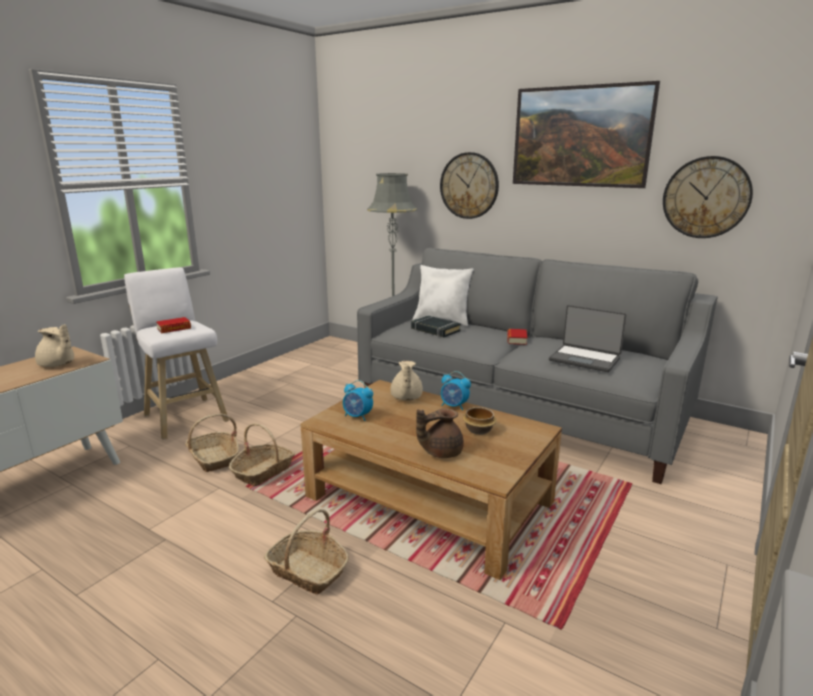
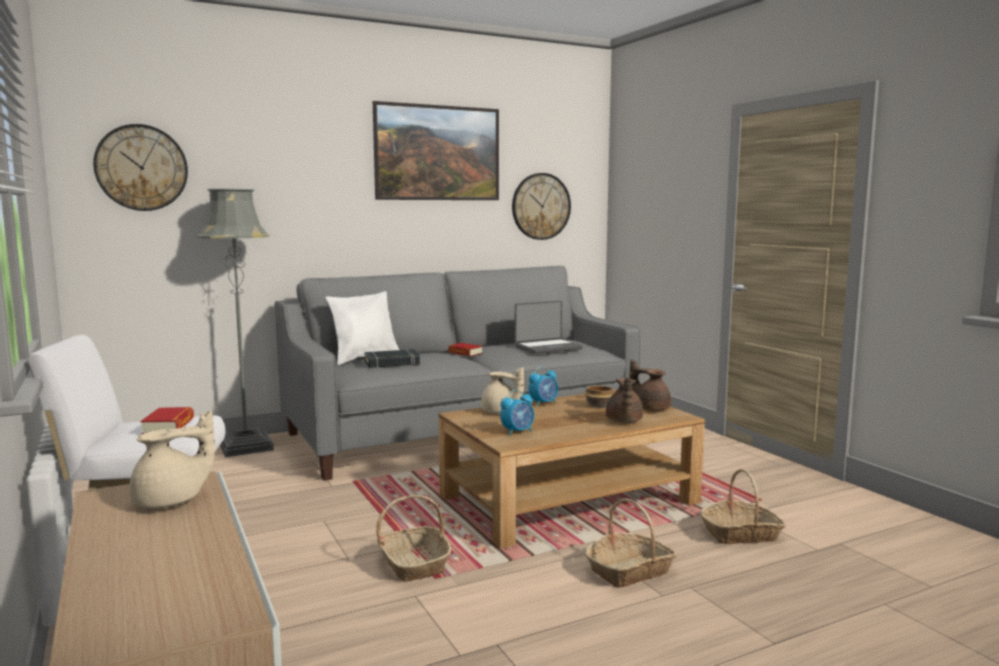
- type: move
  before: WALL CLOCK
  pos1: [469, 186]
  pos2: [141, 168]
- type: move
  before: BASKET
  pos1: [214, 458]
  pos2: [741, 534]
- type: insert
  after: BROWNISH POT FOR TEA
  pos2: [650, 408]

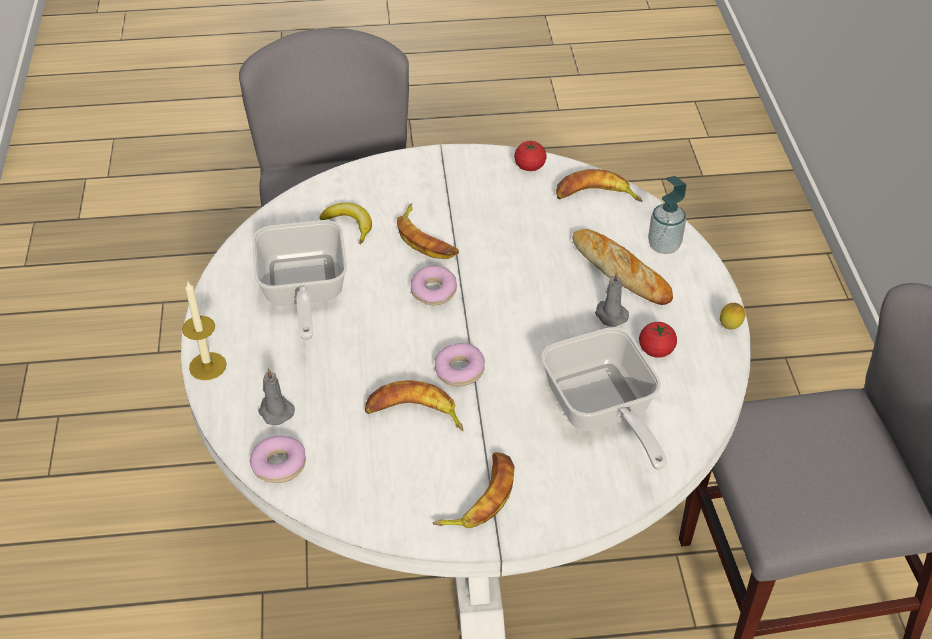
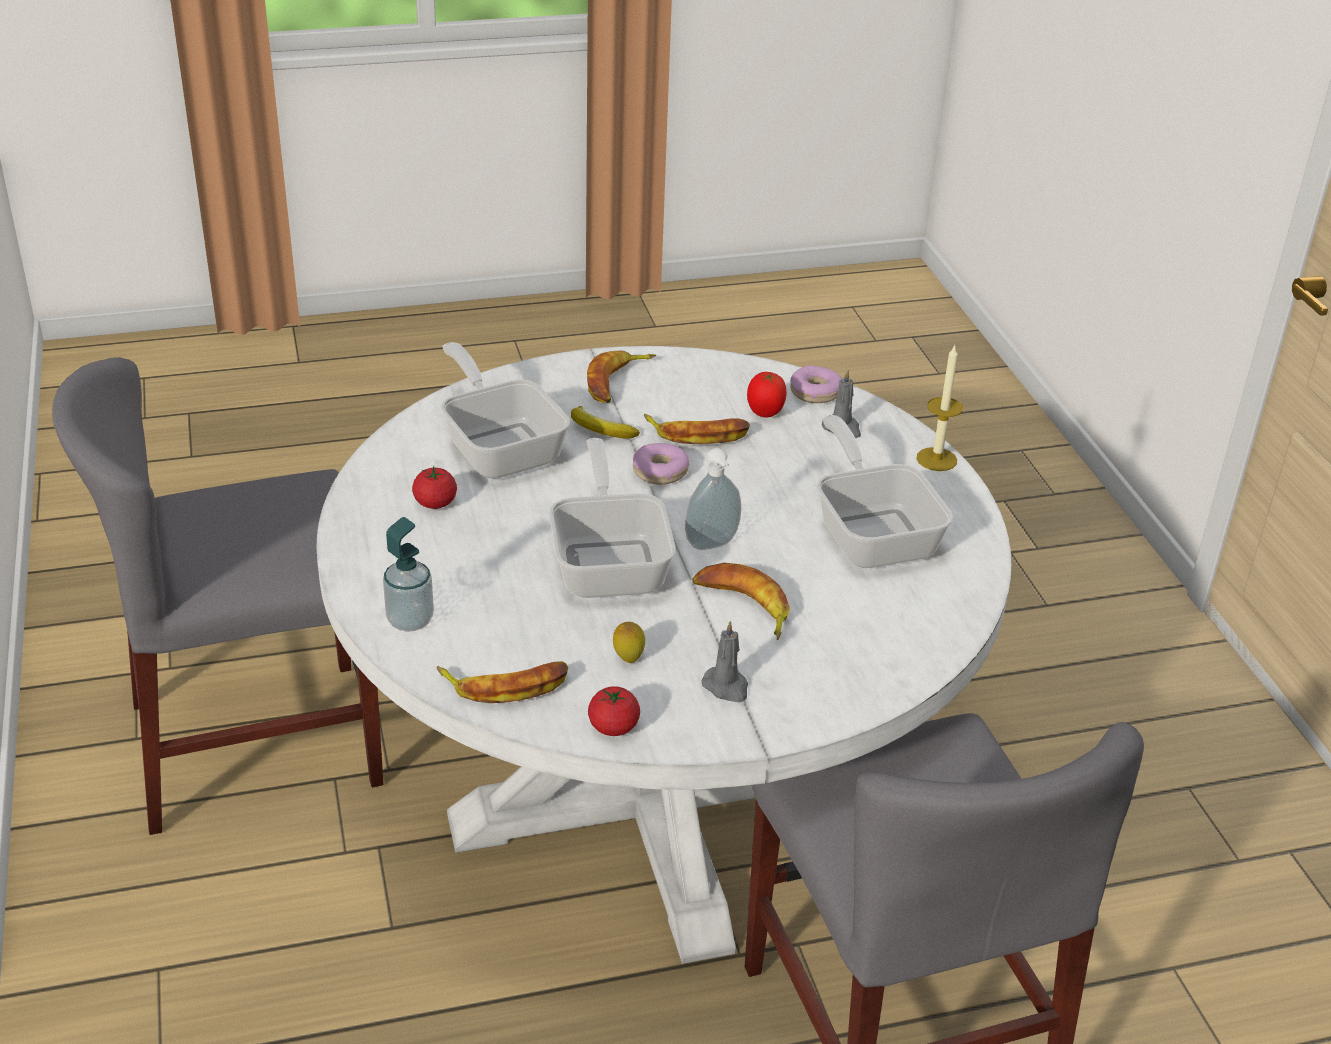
- type: move
  before: BANANA FRUIT
  pos1: [350, 225]
  pos2: [600, 430]
- type: delete
  before: BAKERY BREAD
  pos1: [620, 271]
- type: replace
  before: DONUT
  after: SOAP BOTTLE
  pos1: [433, 291]
  pos2: [713, 545]
- type: move
  before: GRAY CANDLE
  pos1: [610, 314]
  pos2: [726, 687]
- type: move
  before: LEMON
  pos1: [729, 328]
  pos2: [628, 658]
- type: insert
  after: WHOLE TOMATO
  pos2: [765, 414]
- type: insert
  after: FRYING PAN
  pos2: [610, 562]

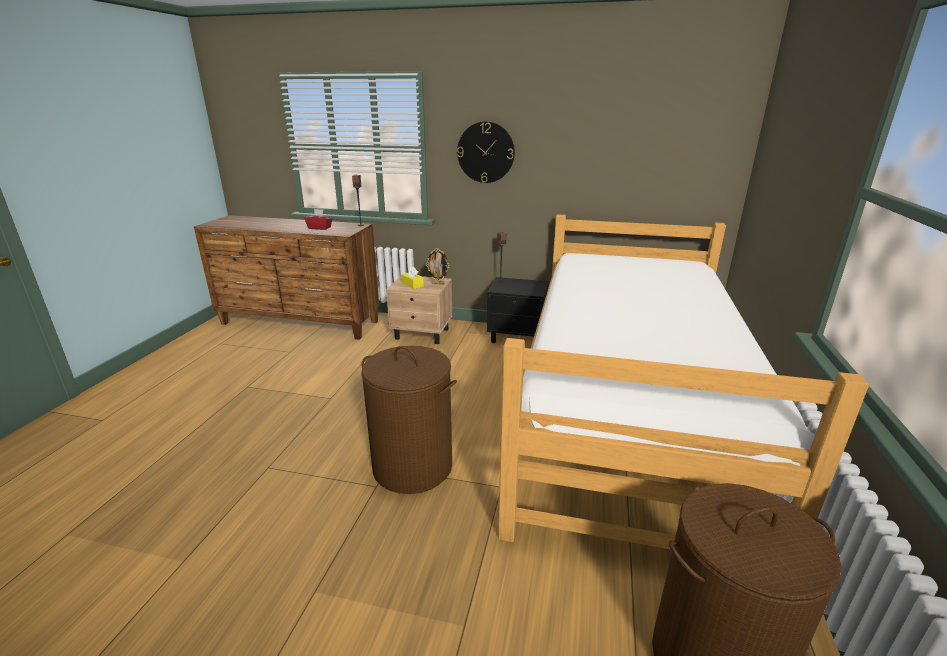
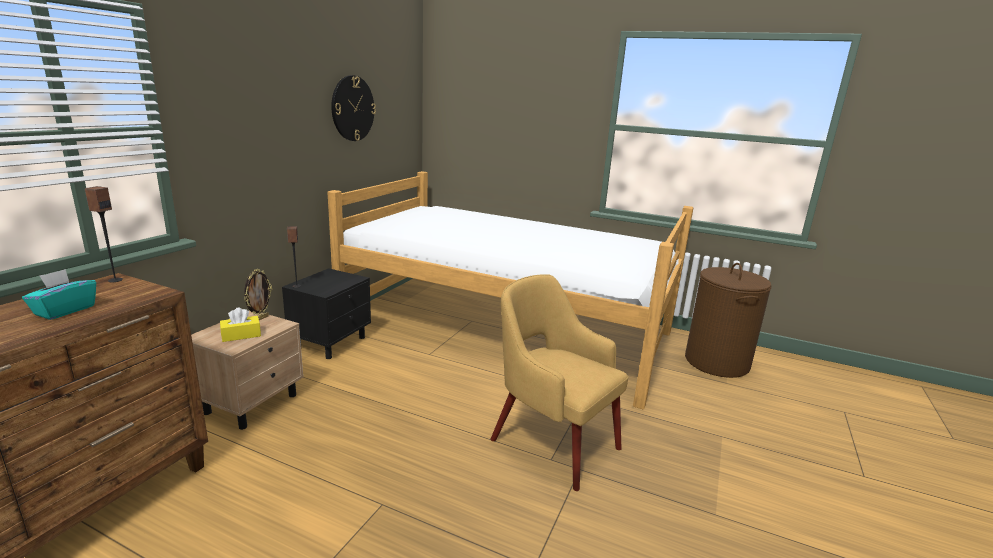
- type: move
  before: WALL CLOCK
  pos1: [485, 152]
  pos2: [352, 108]
- type: recolor
  before: REDDISH TISSUE HOLDER
  after: TURQUOISE TISSUE HOLDER
  pos1: [319, 228]
  pos2: [64, 310]
- type: replace
  before: BROWNISH WASHING BASKET
  after: YELLOW EASY CHAIR
  pos1: [413, 466]
  pos2: [551, 442]

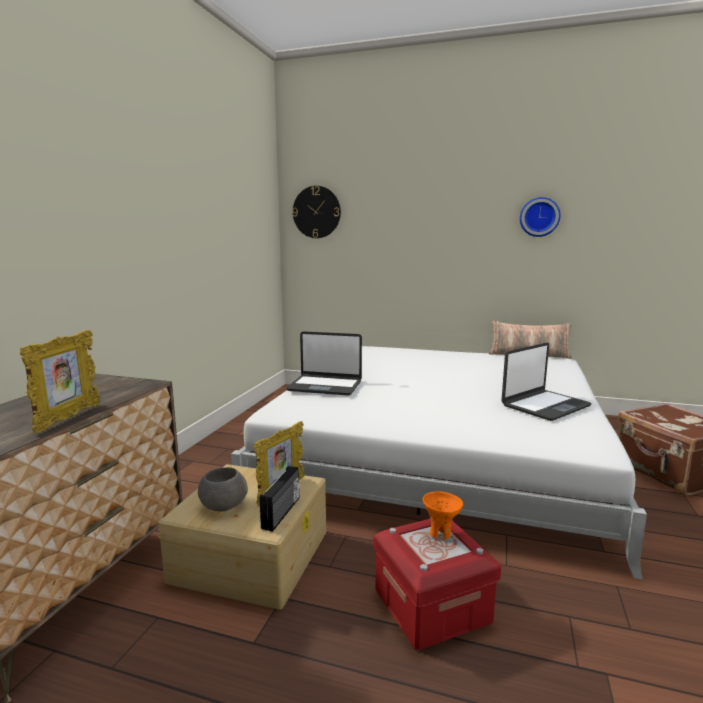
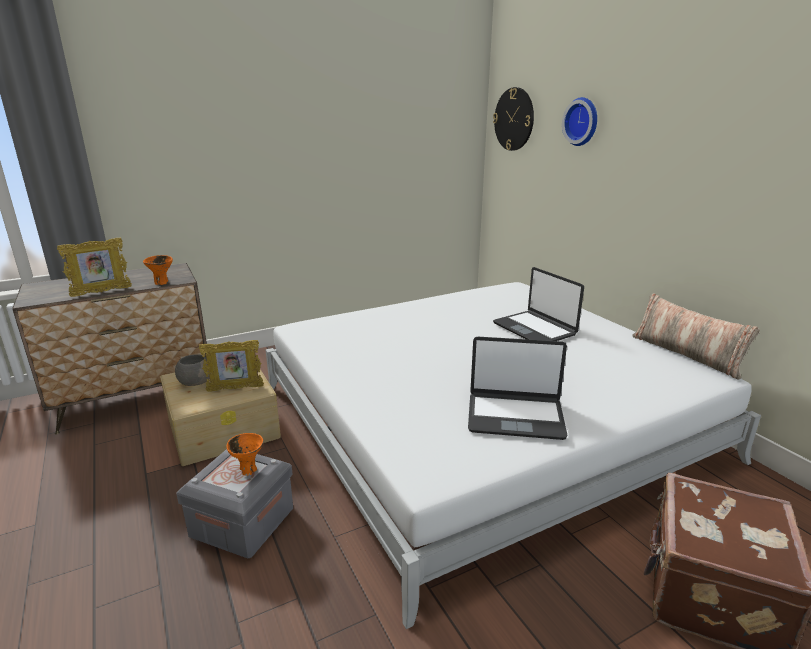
- type: move
  before: WALL CLOCK
  pos1: [539, 217]
  pos2: [582, 121]
- type: move
  before: PORTABLE COMPUTER
  pos1: [325, 386]
  pos2: [535, 329]
- type: delete
  before: RADIO SET
  pos1: [282, 513]
- type: recolor
  before: REDDISH STORAGE BIN
  after: GRAY STORAGE BIN
  pos1: [431, 606]
  pos2: [242, 522]
- type: insert
  after: ORANGE-COLOURED SERVING BOWL
  pos2: [162, 282]

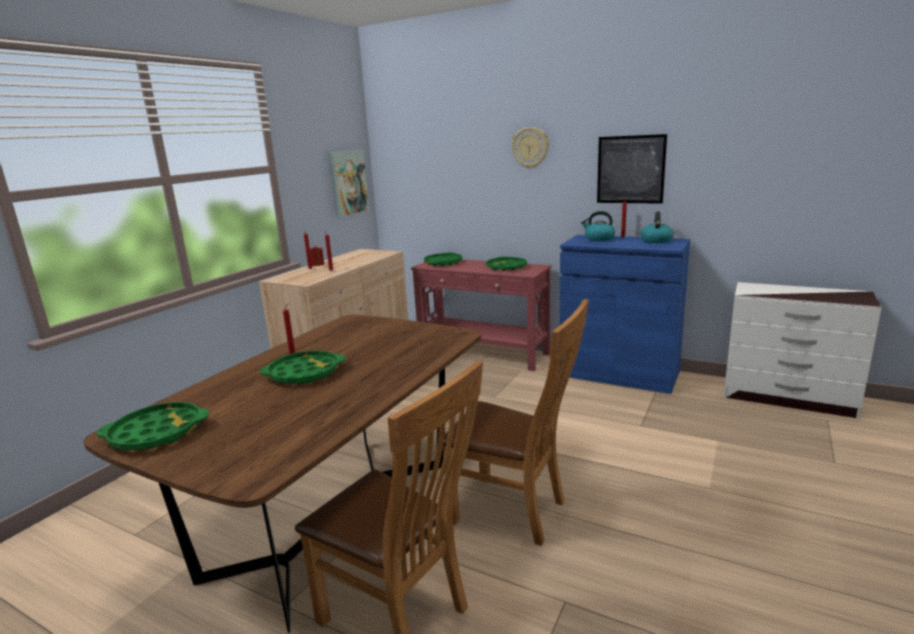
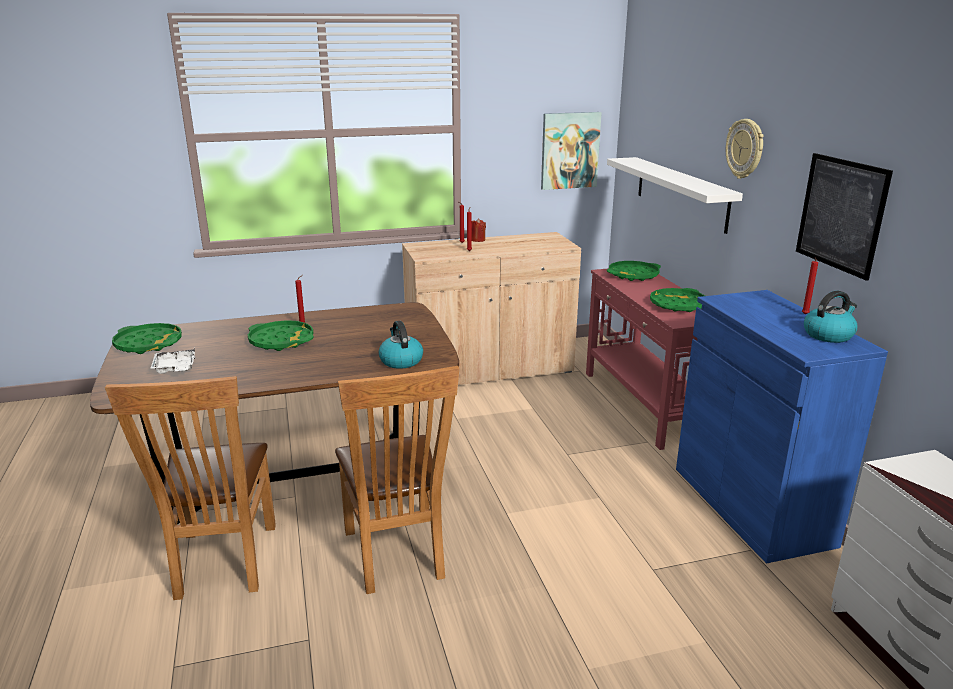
- type: move
  before: WATER KETTLE
  pos1: [599, 239]
  pos2: [400, 361]
- type: insert
  after: WHITISH WALL SHELF
  pos2: [681, 193]
- type: insert
  after: WHITISH CARRYING TRAY
  pos2: [175, 369]

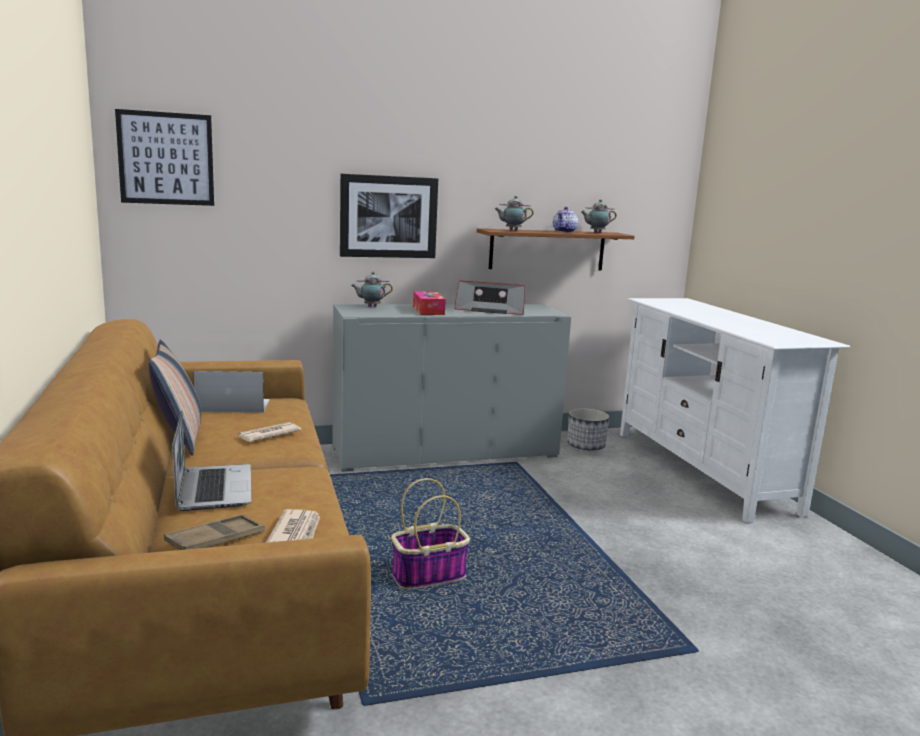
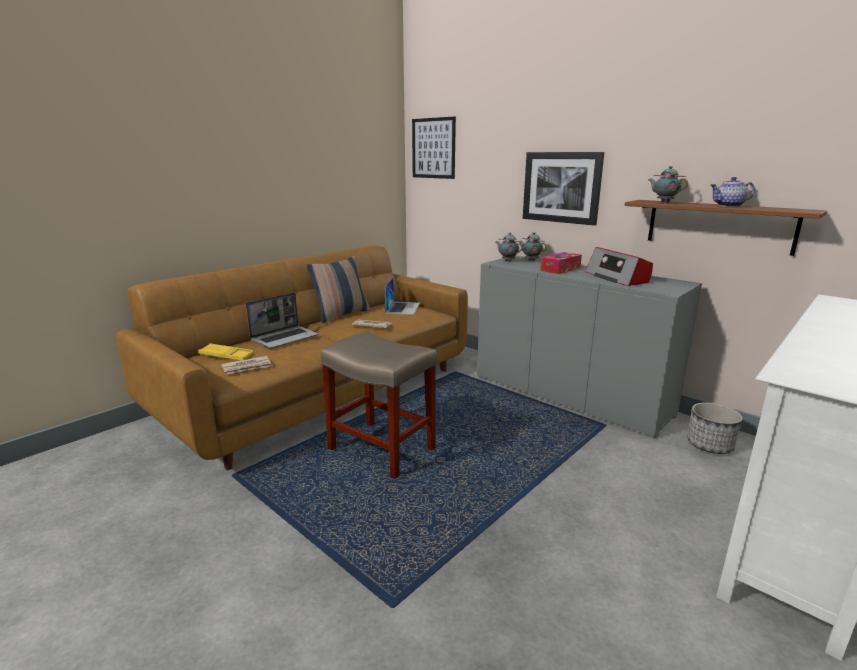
- type: move
  before: POT FOR TEA
  pos1: [596, 232]
  pos2: [507, 261]
- type: rotate
  before: PORTABLE COMPUTER
  pos1: [233, 405]
  pos2: [403, 308]
  turn: 45
- type: replace
  before: BASKET
  after: BEIGE-COLOURED STOOL
  pos1: [429, 575]
  pos2: [383, 449]
- type: recolor
  before: BROWNISH CARRYING TRAY
  after: YELLOW CARRYING TRAY
  pos1: [215, 540]
  pos2: [226, 356]

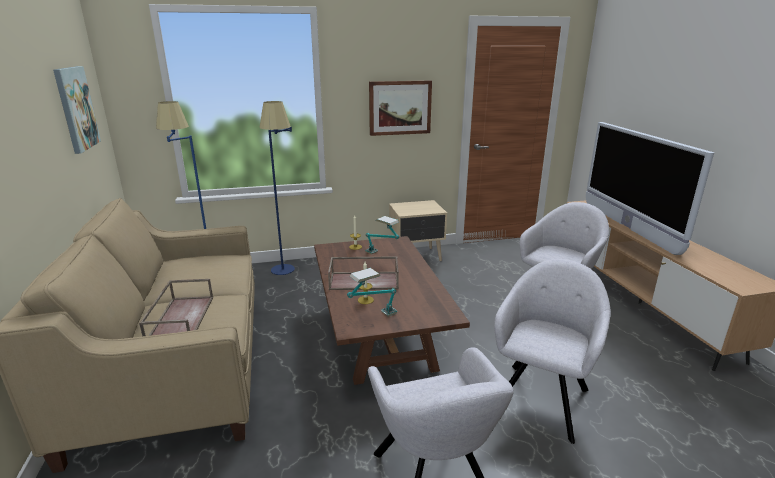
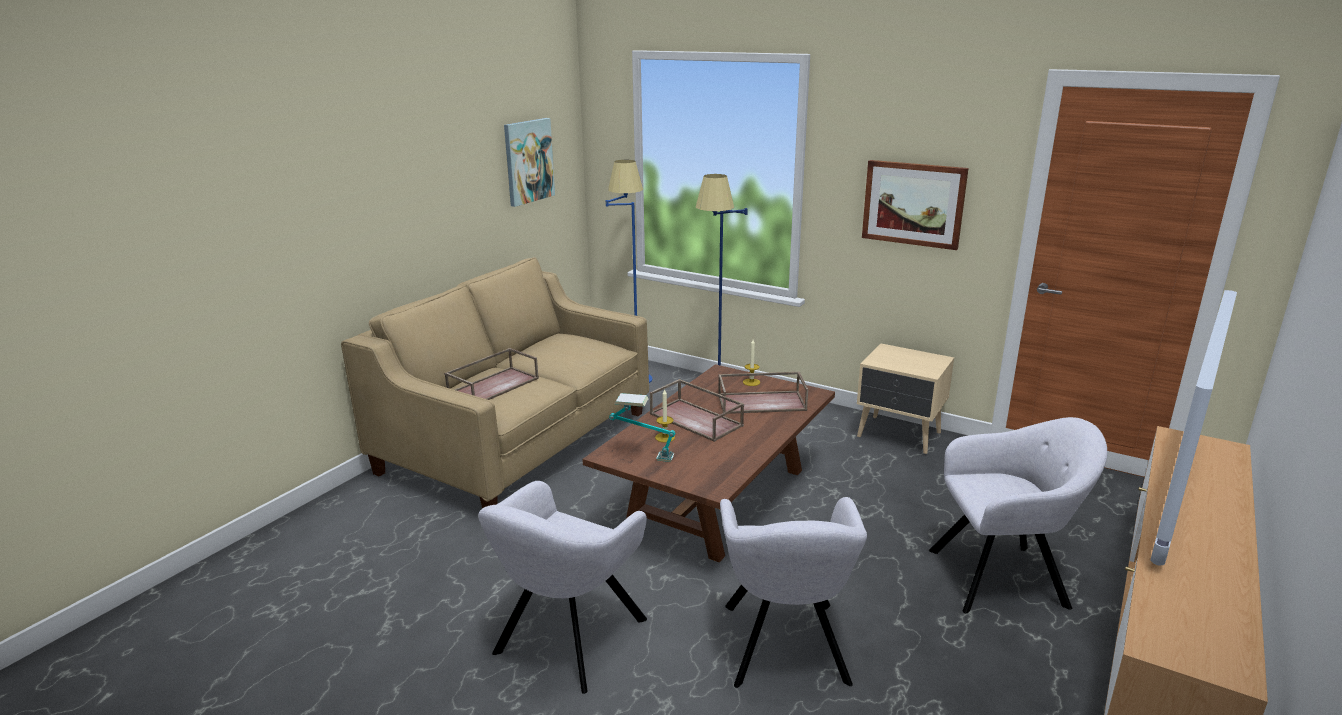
- type: replace
  before: LAMP FOR A TABLE
  after: BROWNISH CARRYING TRAY
  pos1: [382, 255]
  pos2: [762, 402]
- type: rotate
  before: GRAY EASY CHAIR
  pos1: [541, 397]
  pos2: [786, 648]
  turn: 105

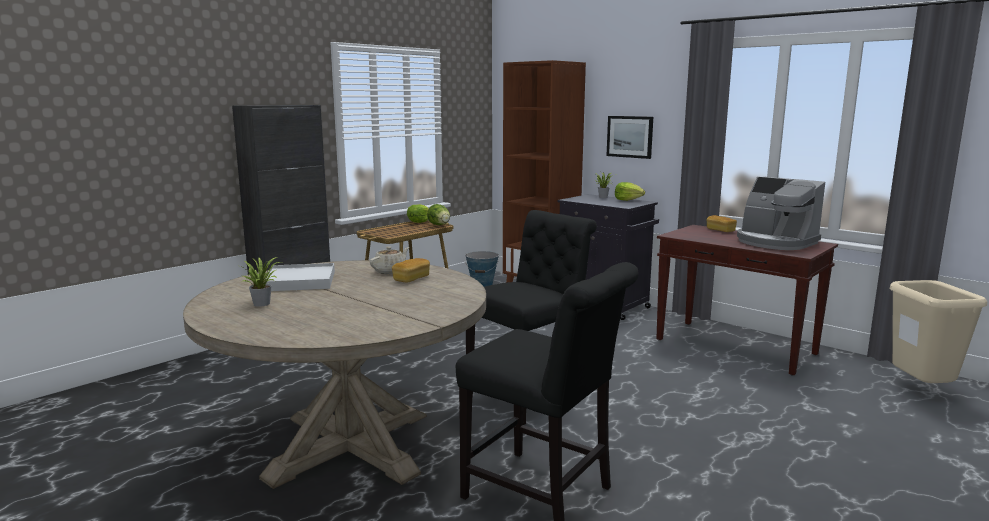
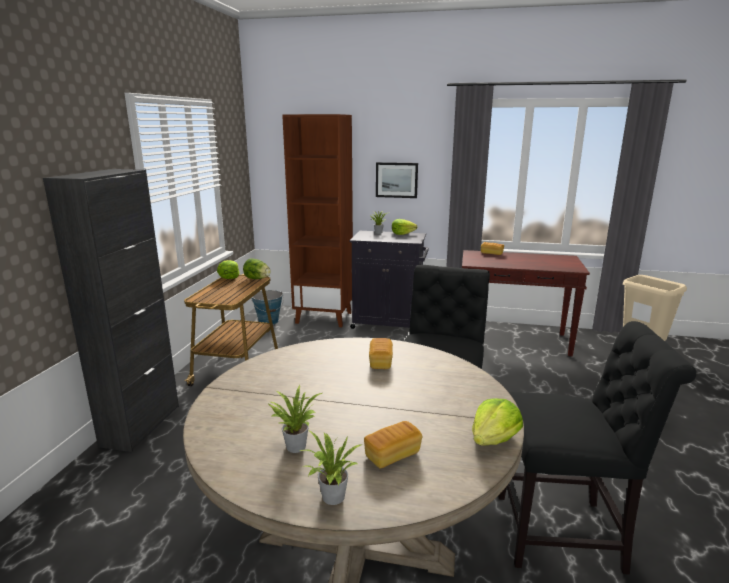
- type: delete
  before: COFFEE MACHINE
  pos1: [775, 242]
- type: delete
  before: BEIGE-COLOURED POT FOR TEA
  pos1: [390, 271]
- type: delete
  before: WHITISH CARRYING TRAY
  pos1: [299, 281]
- type: insert
  after: LETTUCE
  pos2: [494, 439]
- type: insert
  after: BAKERY BREAD
  pos2: [392, 455]
- type: insert
  after: PLANT IN A POT
  pos2: [331, 498]

